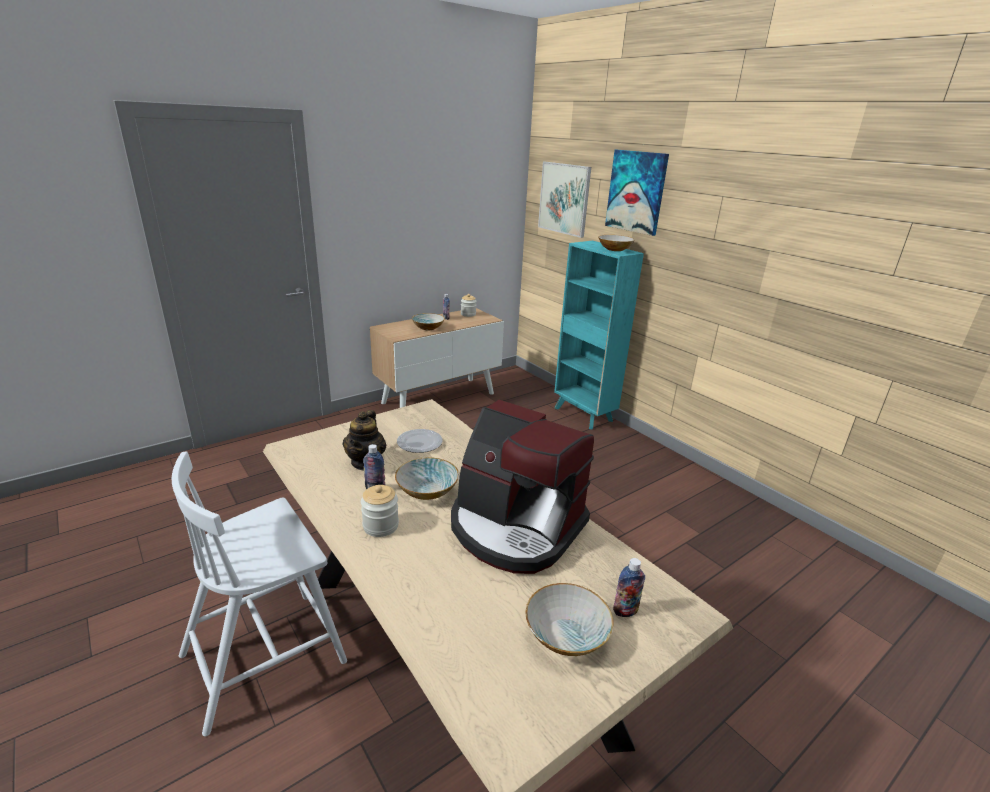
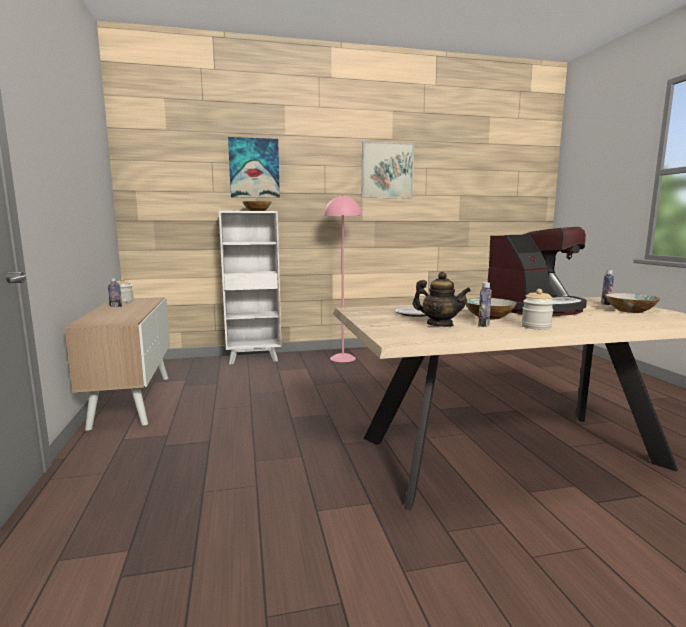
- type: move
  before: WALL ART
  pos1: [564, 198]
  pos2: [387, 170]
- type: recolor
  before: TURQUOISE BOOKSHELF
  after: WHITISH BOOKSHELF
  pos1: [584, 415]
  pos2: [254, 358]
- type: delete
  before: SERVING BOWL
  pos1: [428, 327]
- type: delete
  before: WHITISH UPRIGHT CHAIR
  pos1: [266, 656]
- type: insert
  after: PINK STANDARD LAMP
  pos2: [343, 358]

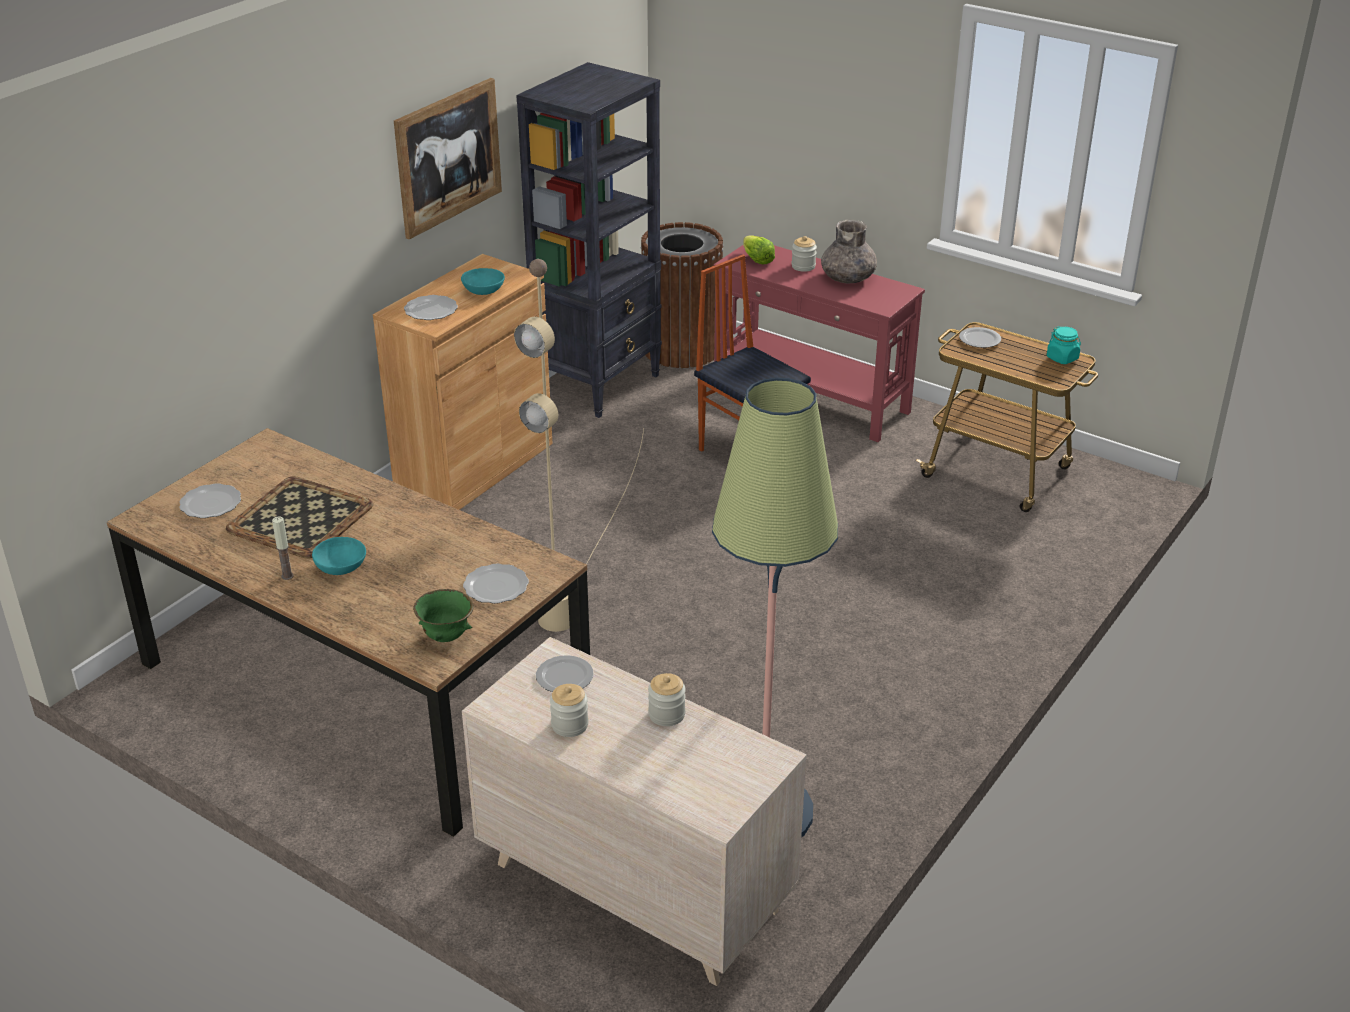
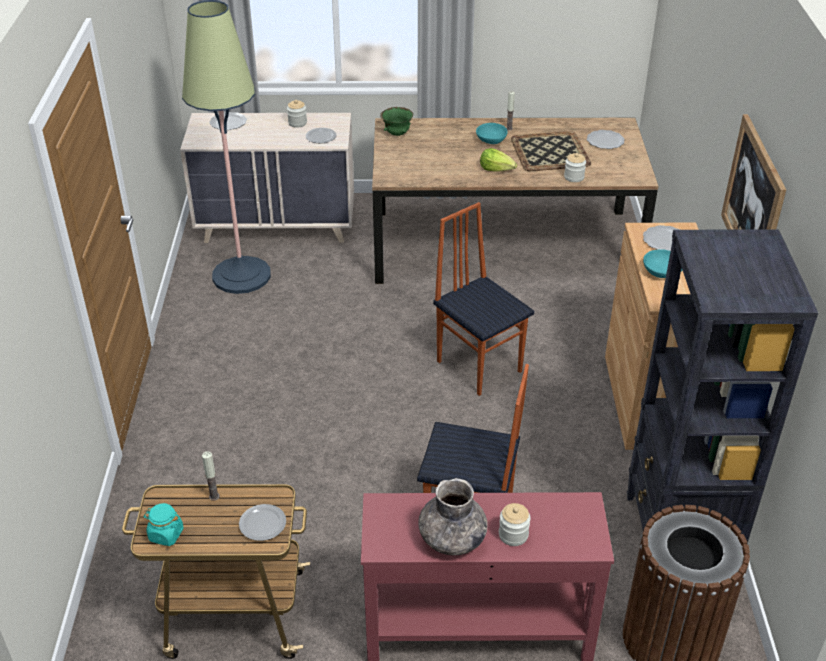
- type: move
  before: LETTUCE
  pos1: [756, 259]
  pos2: [497, 169]
- type: replace
  before: BEIGE-COLOURED STANDARD LAMP
  after: UPRIGHT CHAIR
  pos1: [587, 560]
  pos2: [479, 365]
- type: move
  before: FLAT DISH
  pos1: [495, 586]
  pos2: [228, 122]
- type: move
  before: JAR
  pos1: [666, 714]
  pos2: [574, 177]
- type: insert
  after: CANDLE
  pos2: [214, 496]

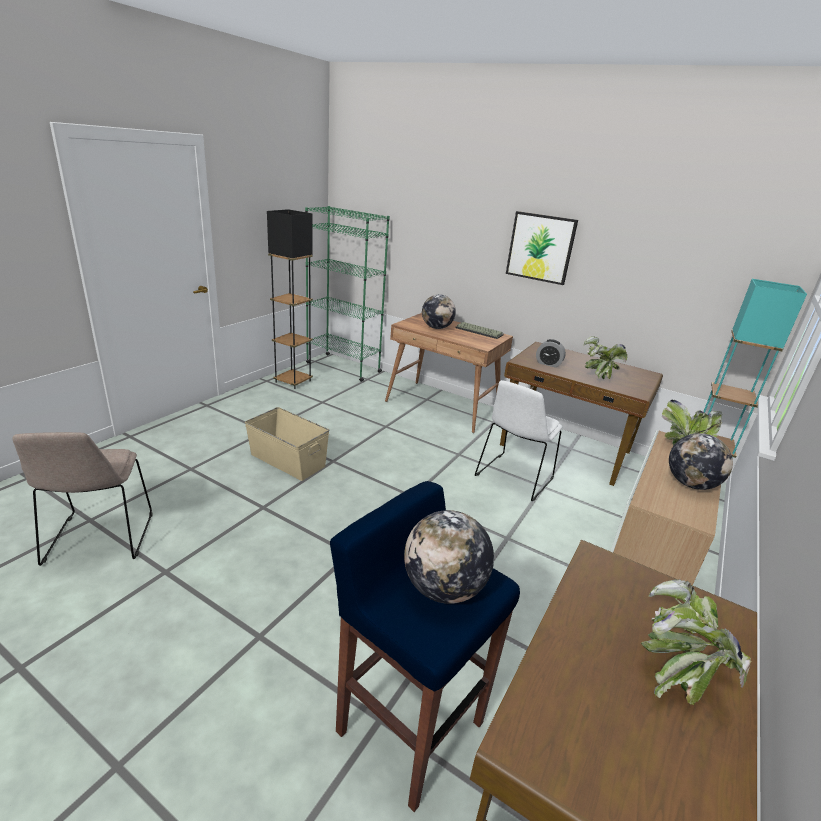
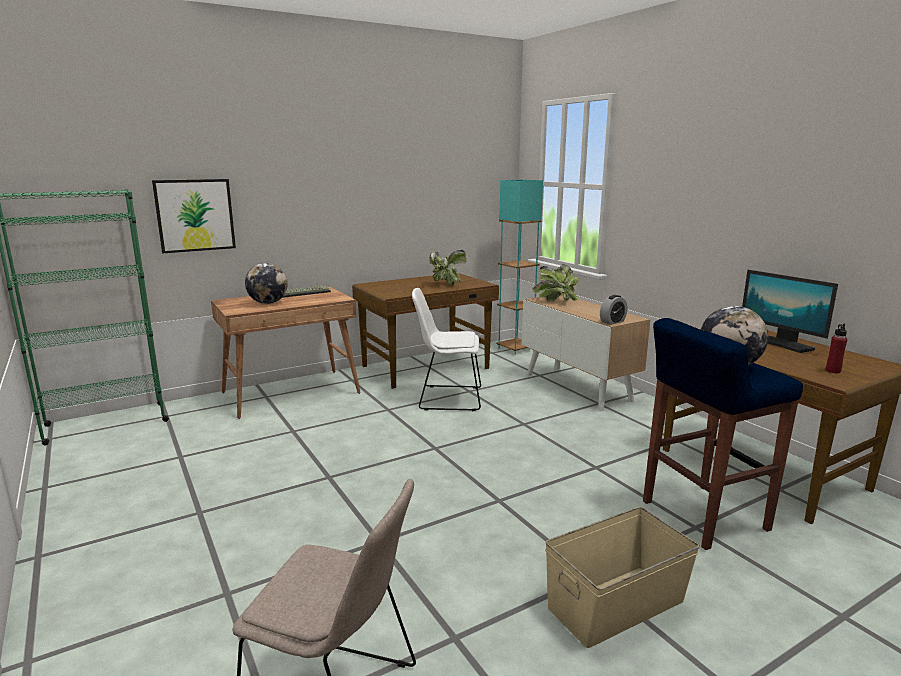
- type: delete
  before: BLACK STANDARD LAMP
  pos1: [293, 381]
- type: move
  before: WALL ART
  pos1: [540, 247]
  pos2: [195, 215]
- type: move
  before: TABLE CLOCK
  pos1: [548, 364]
  pos2: [612, 322]
- type: rotate
  before: WHITISH UPRIGHT CHAIR
  pos1: [513, 478]
  pos2: [447, 398]
  turn: 120
- type: move
  before: BEIGE-COLOURED STORAGE BIN
  pos1: [288, 460]
  pos2: [615, 604]
- type: delete
  before: DESK GLOBE
  pos1: [690, 484]
- type: replace
  before: PLANT IN A POT
  after: COMPUTER DISPLAY
  pos1: [682, 673]
  pos2: [780, 343]
- type: insert
  after: REDDISH DRINK BOTTLE
  pos2: [833, 371]

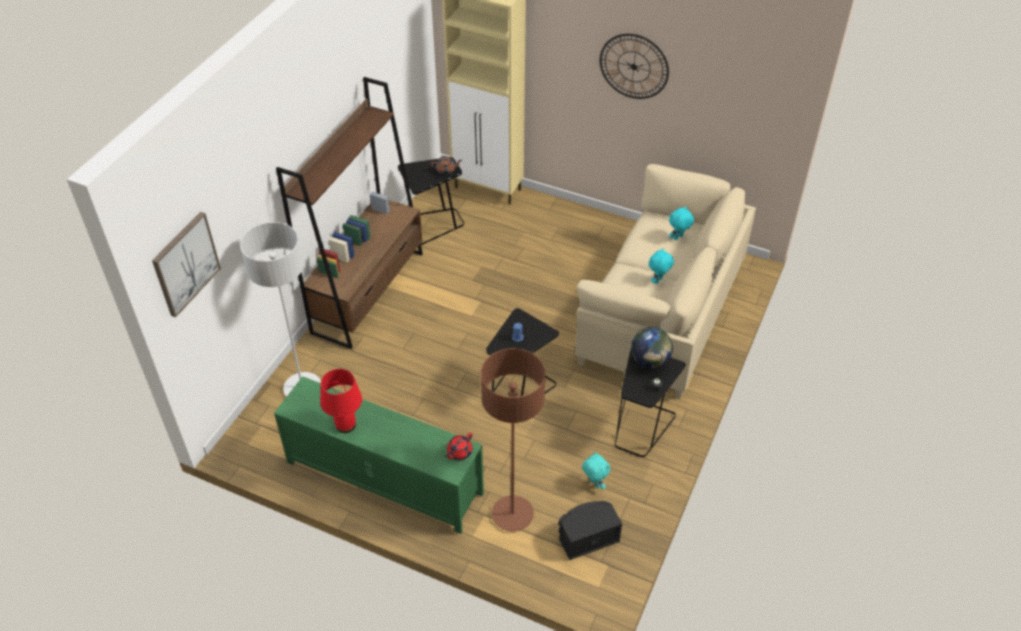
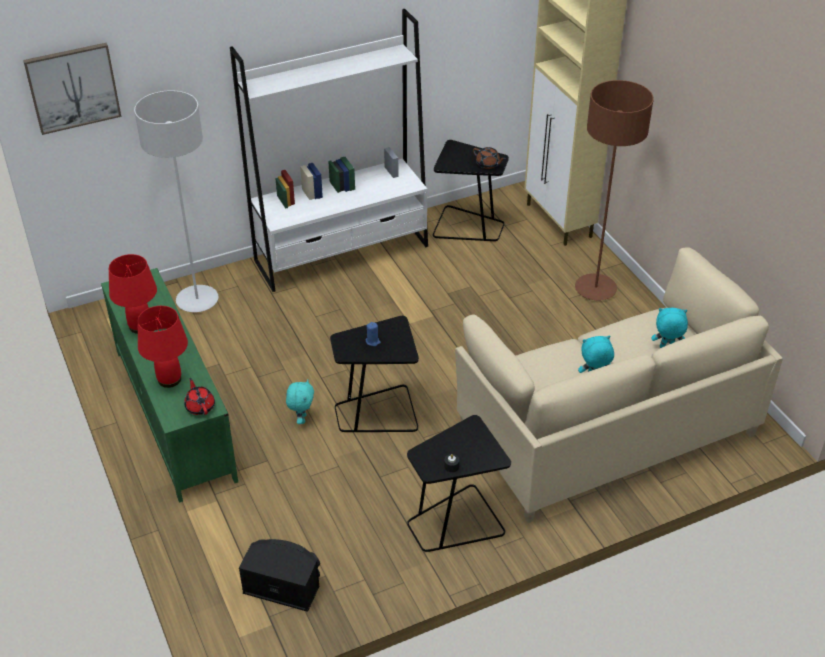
- type: delete
  before: WALL CLOCK
  pos1: [634, 66]
- type: recolor
  before: BROWNISH BOOKSHELF
  after: WHITISH BOOKSHELF
  pos1: [368, 292]
  pos2: [342, 253]
- type: delete
  before: DESK GLOBE
  pos1: [650, 361]
- type: move
  before: BROWNISH STANDARD LAMP
  pos1: [512, 514]
  pos2: [595, 289]
- type: rotate
  before: REDDISH POT FOR TEA
  pos1: [459, 452]
  pos2: [200, 406]
  turn: 75
- type: move
  before: TURQUOISE CUDDLY TOY
  pos1: [594, 484]
  pos2: [301, 419]
- type: insert
  after: REDDISH LAMP FOR A TABLE
  pos2: [169, 379]

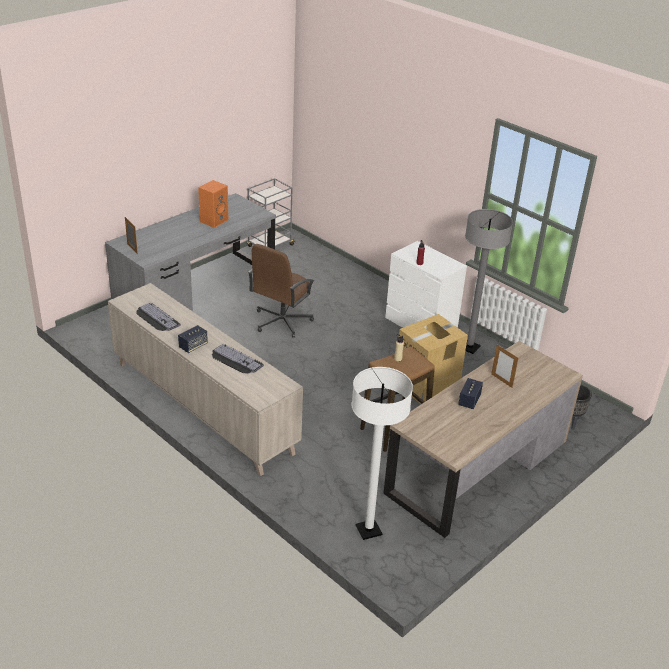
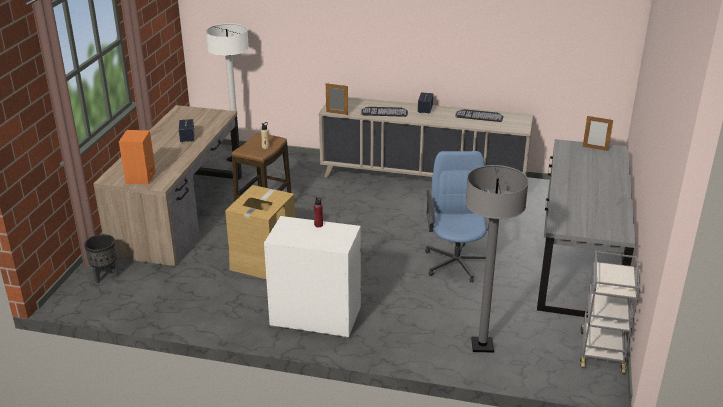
- type: move
  before: ORANGE-COLOURED LOUDSPEAKER
  pos1: [214, 220]
  pos2: [141, 178]
- type: move
  before: GRAY STANDARD LAMP
  pos1: [469, 347]
  pos2: [482, 345]
- type: recolor
  before: BROWNISH DESK CHAIR
  after: BLUISH DESK CHAIR
  pos1: [281, 321]
  pos2: [457, 262]
- type: move
  before: PHOTO FRAME
  pos1: [501, 380]
  pos2: [337, 113]

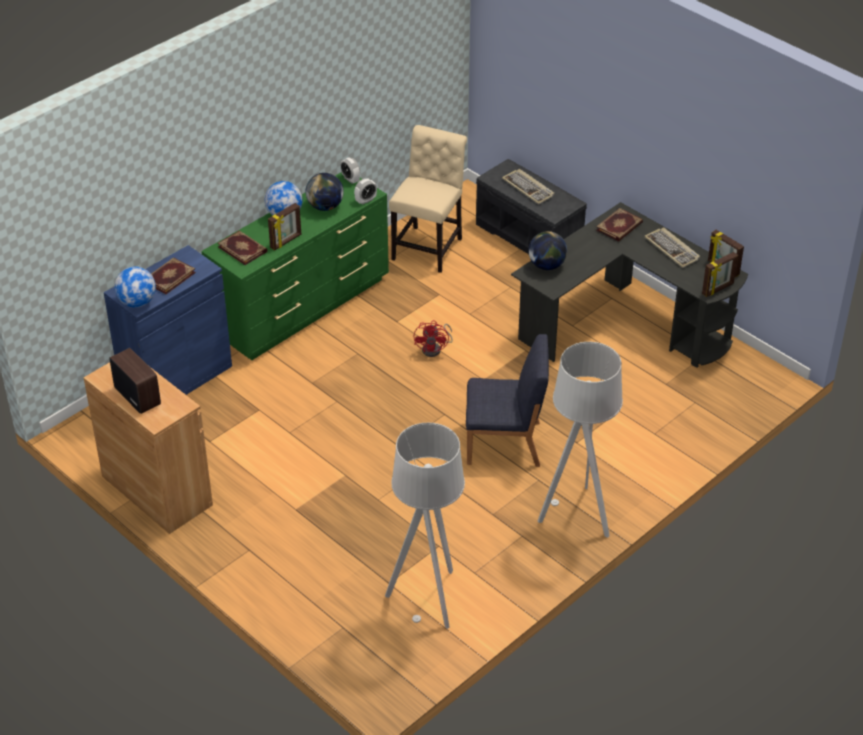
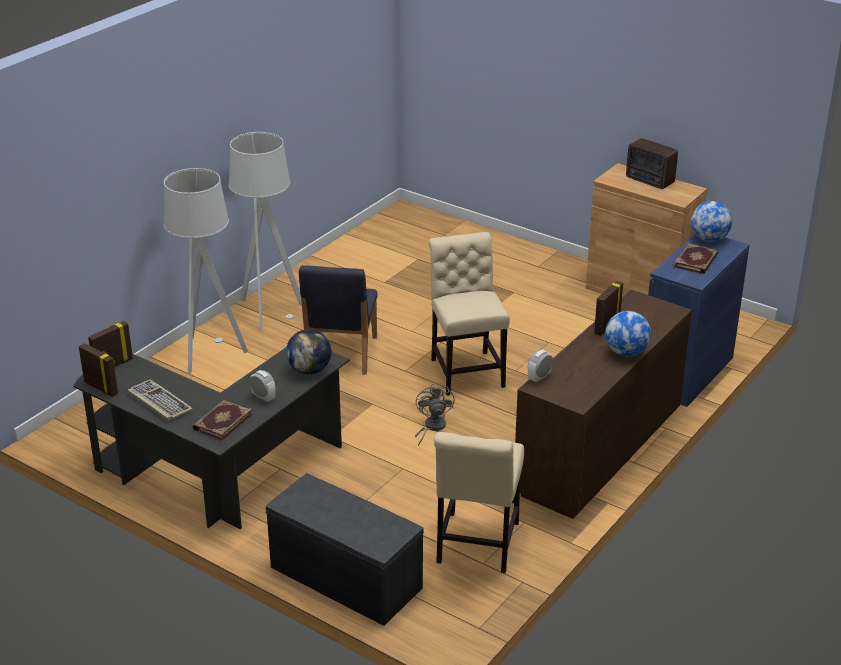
- type: move
  before: TABLE CLOCK
  pos1: [350, 179]
  pos2: [263, 398]
- type: delete
  before: PC KEYBOARD
  pos1: [528, 188]
- type: recolor
  before: GREEN DRESSER
  after: BROWNISH DRESSER
  pos1: [303, 307]
  pos2: [597, 454]
- type: delete
  before: DESK GLOBE
  pos1: [325, 206]
- type: delete
  before: VOLUME
  pos1: [243, 249]
- type: recolor
  before: REDDISH ELECTRIC FAN
  after: GRAY ELECTRIC FAN
  pos1: [435, 349]
  pos2: [432, 427]
- type: rotate
  before: BLUISH UPRIGHT CHAIR
  pos1: [505, 443]
  pos2: [340, 354]
  turn: -75
- type: move
  before: GRAY STANDARD LAMP
  pos1: [428, 598]
  pos2: [209, 354]
- type: insert
  after: BEIGE-COLOURED UPRIGHT CHAIR
  pos2: [466, 370]

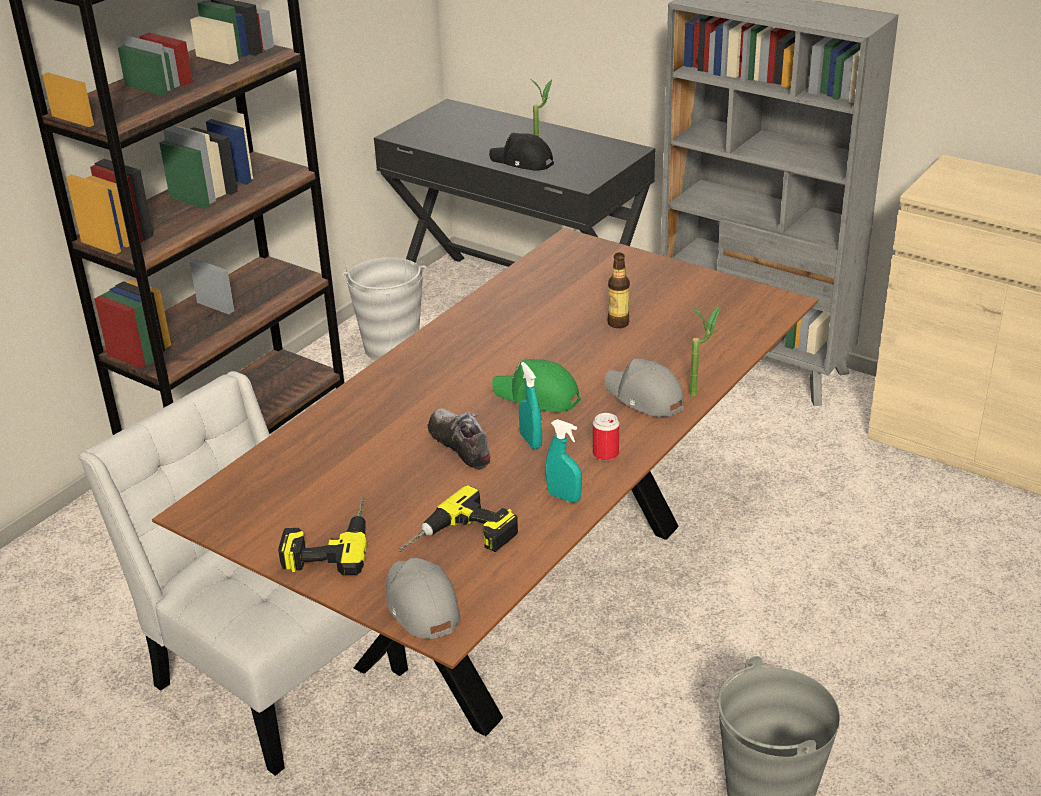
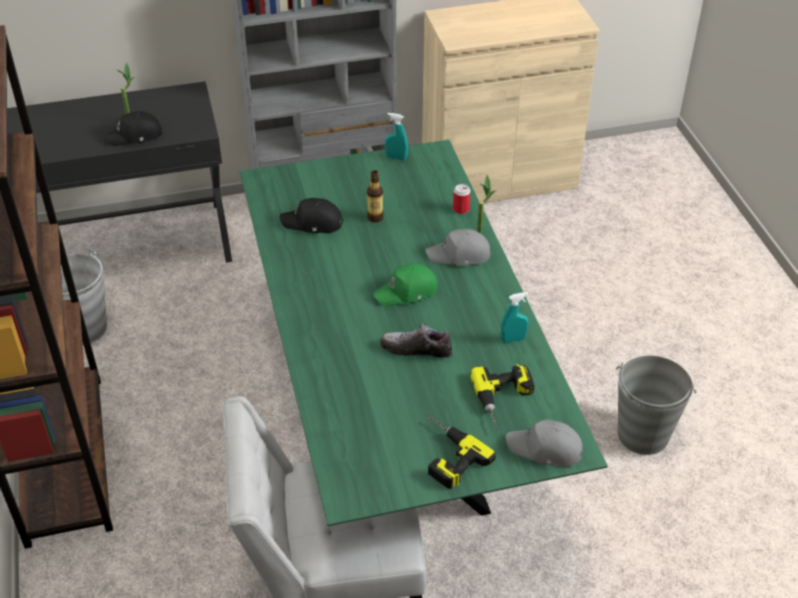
- type: recolor
  before: BROWNISH DINNER TABLE
  after: GREEN DINNER TABLE
  pos1: [527, 592]
  pos2: [399, 421]
- type: move
  before: TURQUOISE SPRAY BOTTLE
  pos1: [530, 441]
  pos2: [396, 158]
- type: move
  before: SEALED CAN
  pos1: [605, 454]
  pos2: [461, 209]
- type: insert
  after: BLACK BASEBALL CAP
  pos2: [312, 223]

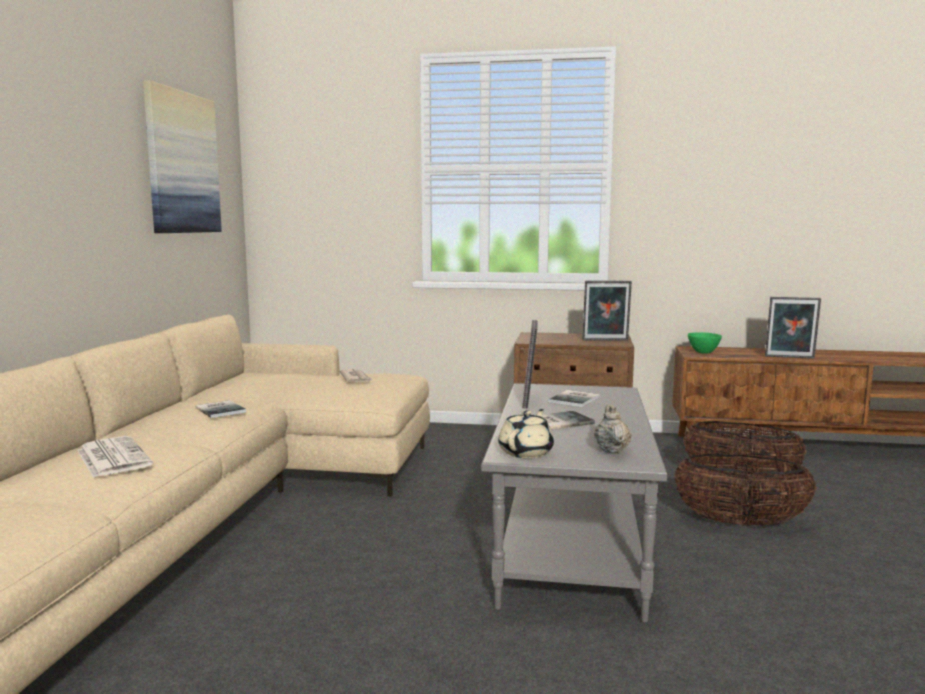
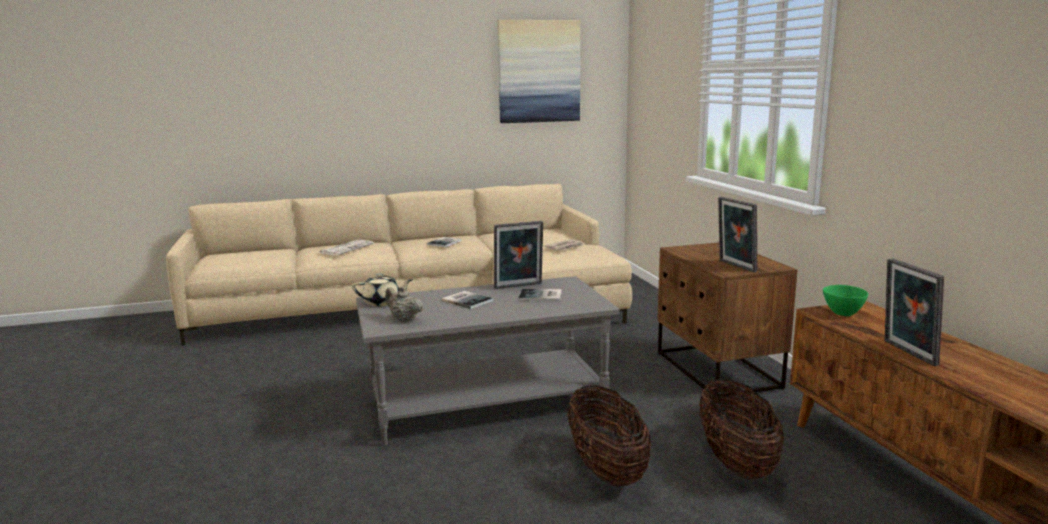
- type: rotate
  before: BEIGE-COLOURED POT FOR TEA
  pos1: [611, 450]
  pos2: [404, 319]
  turn: -120

